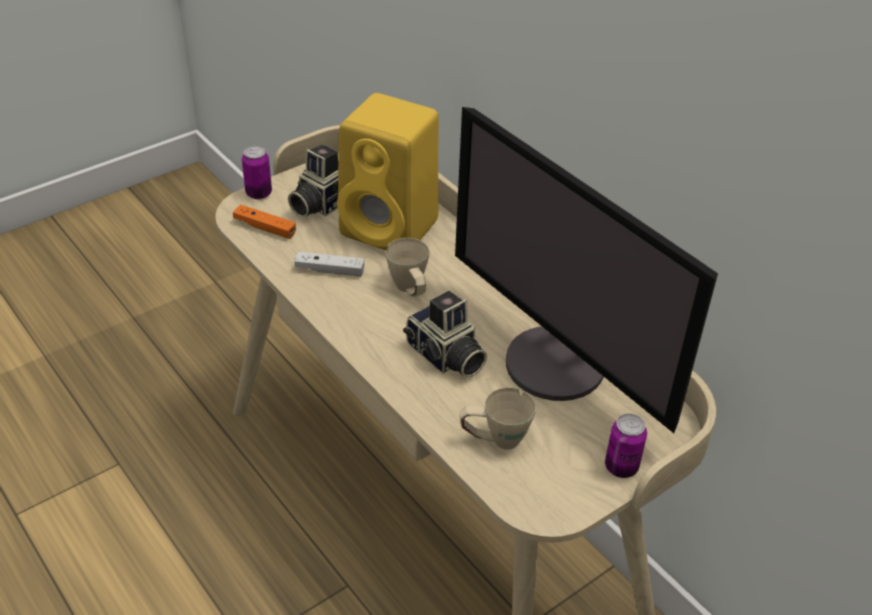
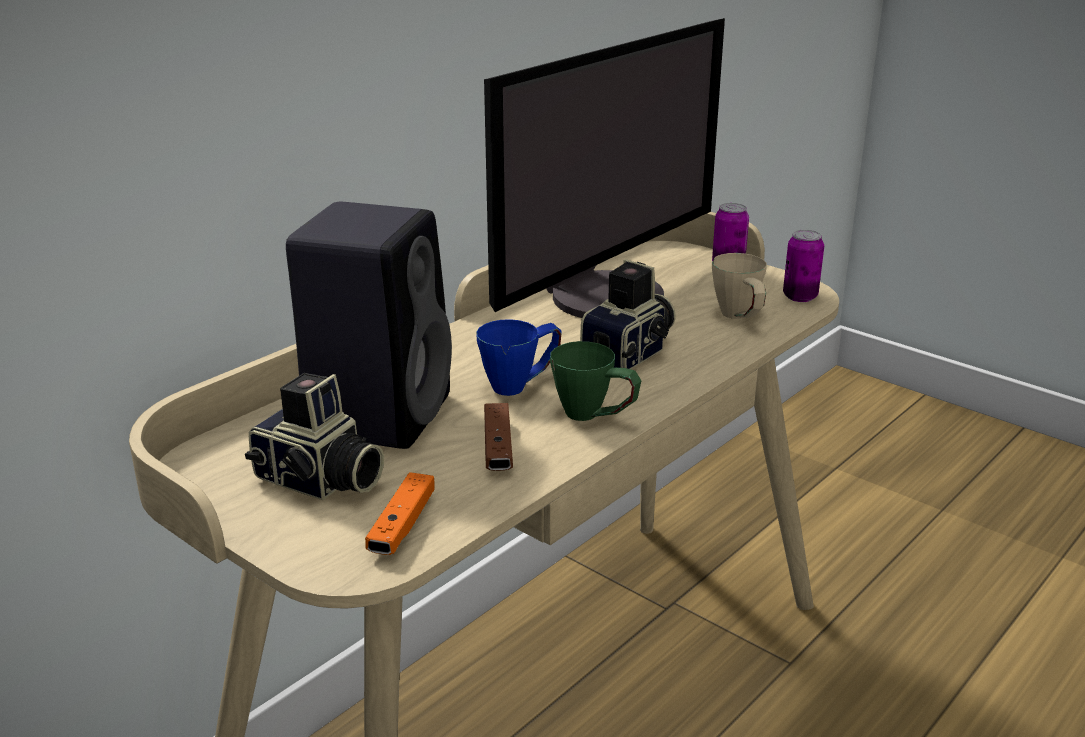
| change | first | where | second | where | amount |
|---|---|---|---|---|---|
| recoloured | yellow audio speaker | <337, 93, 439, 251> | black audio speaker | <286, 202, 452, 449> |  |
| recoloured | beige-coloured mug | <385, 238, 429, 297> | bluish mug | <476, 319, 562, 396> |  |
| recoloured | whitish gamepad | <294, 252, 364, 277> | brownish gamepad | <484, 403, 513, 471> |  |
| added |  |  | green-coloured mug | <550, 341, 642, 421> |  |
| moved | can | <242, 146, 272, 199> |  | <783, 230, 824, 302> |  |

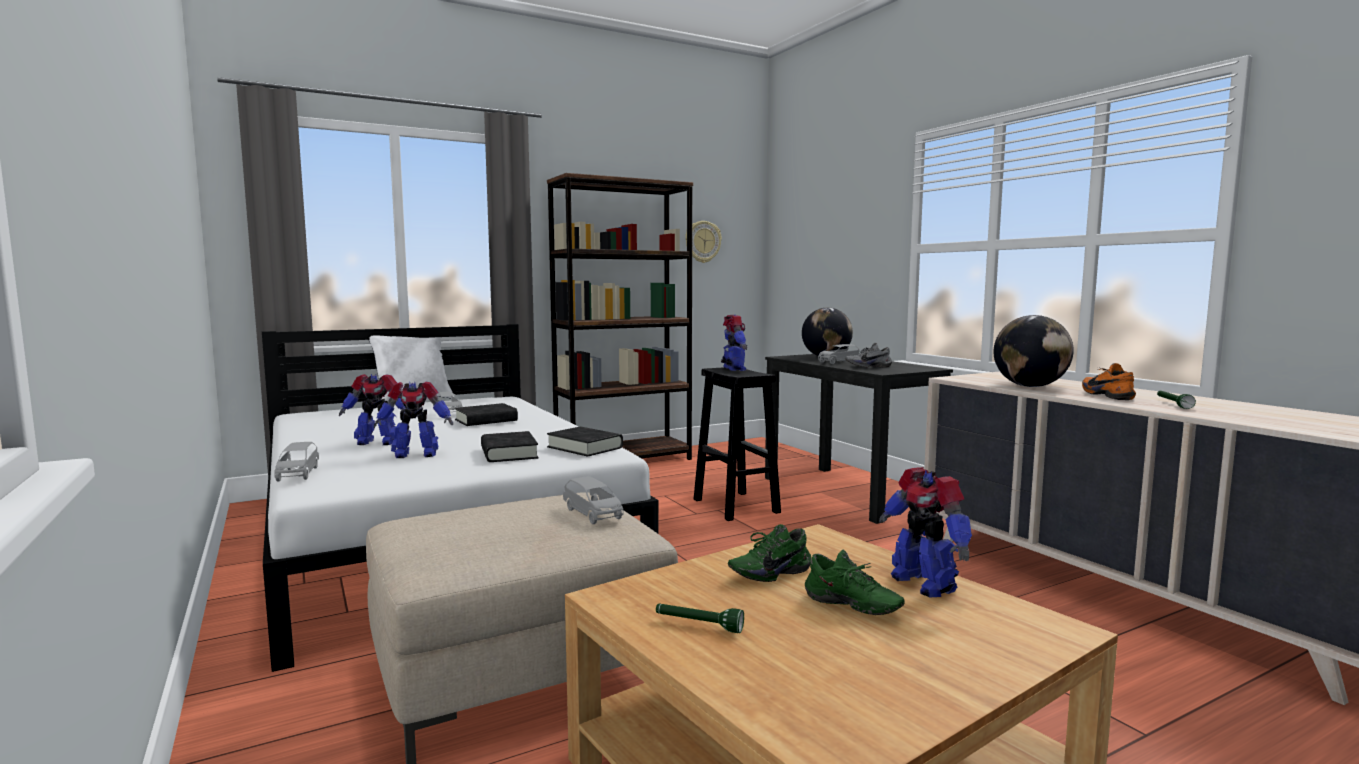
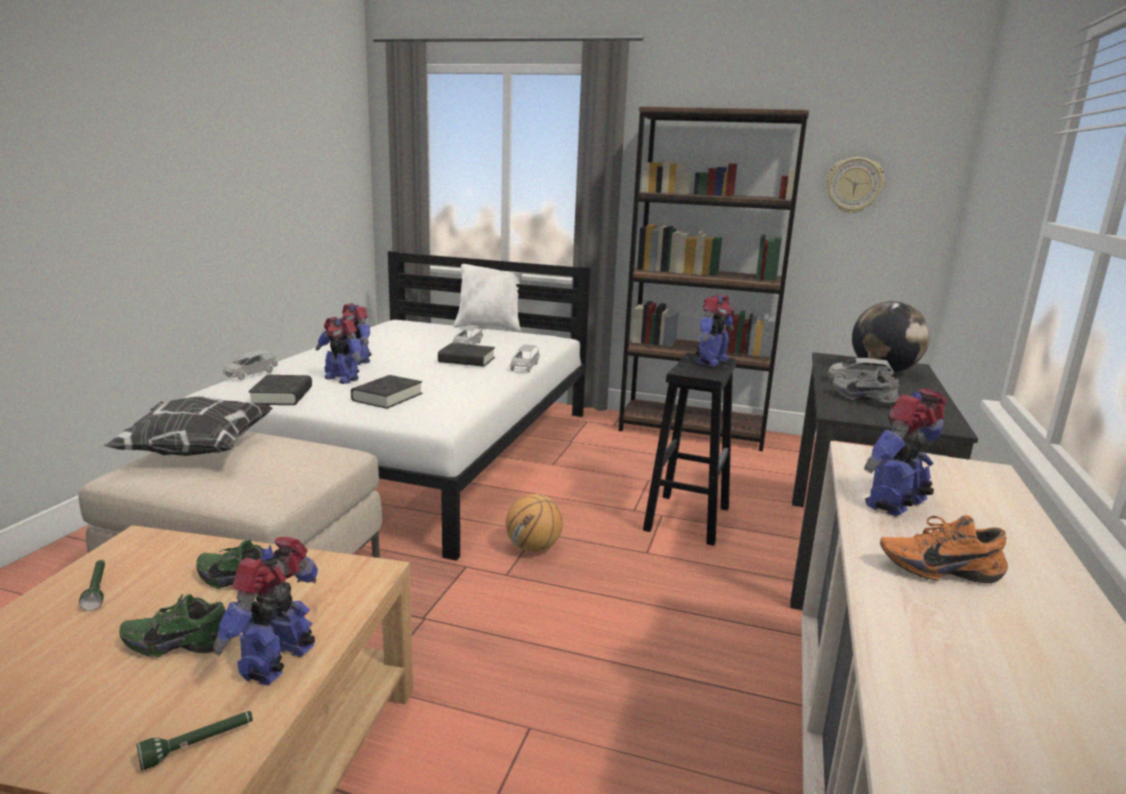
| change | first | where | second | where | amount |
|---|---|---|---|---|---|
| added |  |  | pillow | <103, 396, 273, 456> |  |
| turned | green-coloured low shoe | <805, 550, 905, 615> |  | <120, 594, 231, 657> | 90 degrees clockwise |
| moved | green-coloured torch | <1157, 391, 1196, 409> |  | <136, 711, 253, 771> |  |
| moved | black book | <547, 426, 623, 457> |  | <248, 375, 312, 405> |  |
| added |  |  | basketball ball | <506, 494, 563, 552> |  |
| moved | grey toy car | <563, 476, 624, 524> |  | <510, 345, 540, 372> |  |
| replaced | world globe | <994, 315, 1074, 387> | robot figure | <864, 388, 947, 516> |  |
| turned | orange low shoe | <1082, 363, 1136, 400> |  | <880, 515, 1008, 583> | 120 degrees counterclockwise |

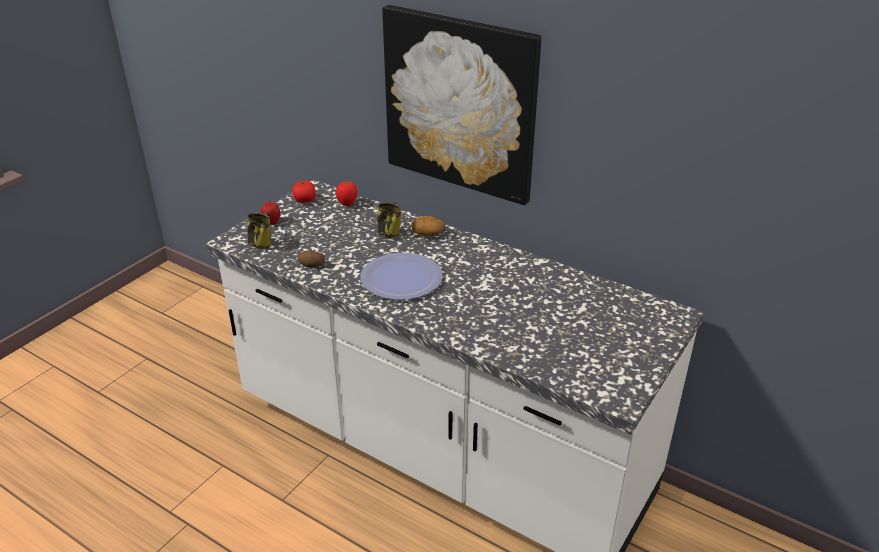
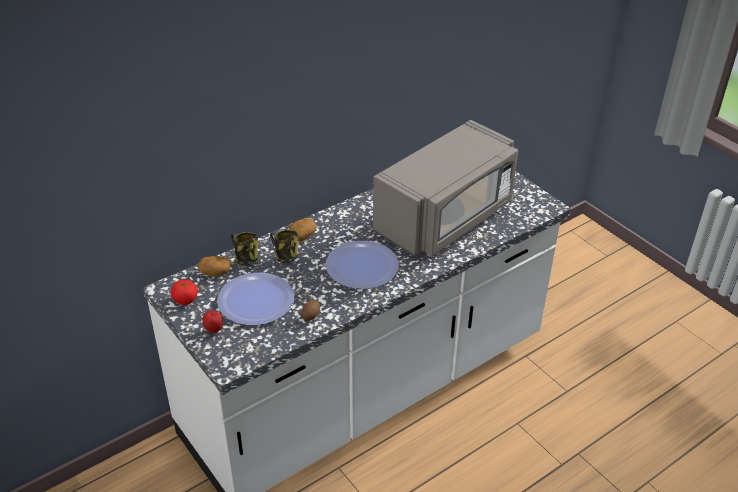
| change | first | where | second | where | amount |
|---|---|---|---|---|---|
| replaced | whole tomato | <336, 181, 357, 206> | spud | <198, 256, 231, 276> |  |
| added |  |  | dinner plate | <217, 273, 294, 325> |  |
| moved | mug | <247, 213, 271, 249> |  | <231, 232, 258, 265> |  |
| added |  |  | grey kitchen microwave | <373, 120, 518, 256> |  |
| removed | wall picture | <382, 5, 542, 205> |  |  |  |

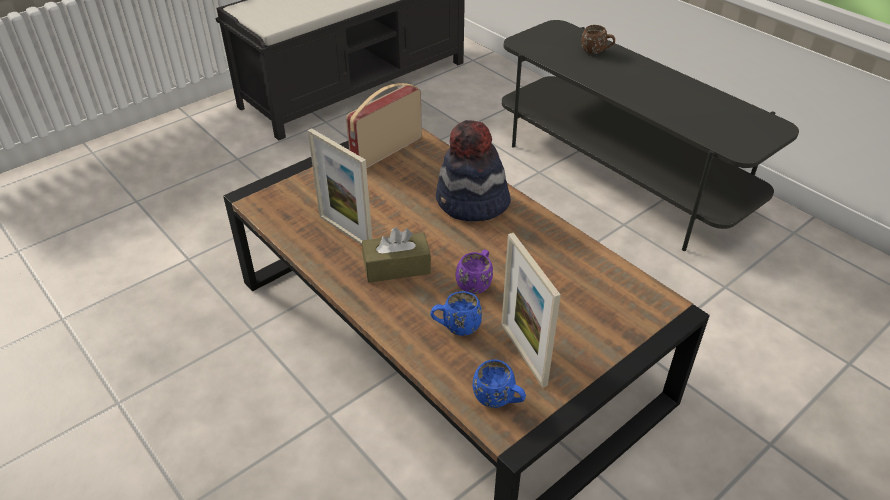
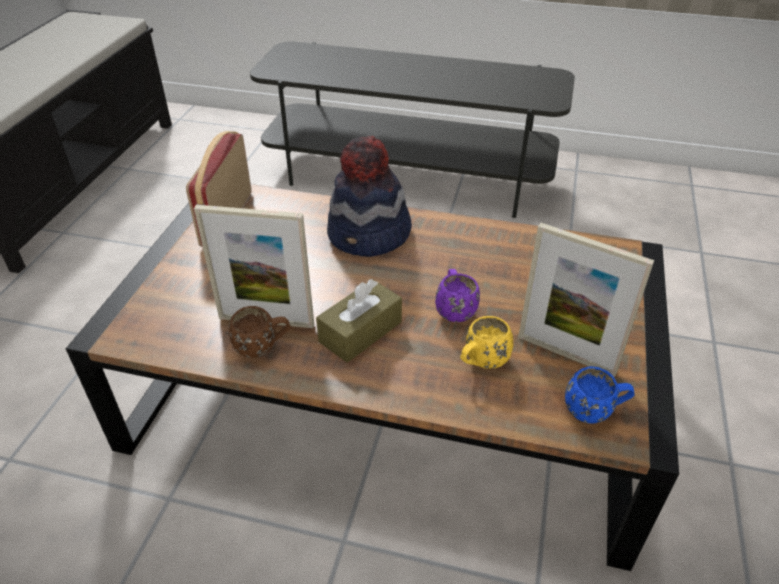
| change | first | where | second | where | amount |
|---|---|---|---|---|---|
| moved | brownish mug | <581, 25, 615, 54> |  | <229, 306, 290, 358> |  |
| recoloured | bluish mug | <430, 291, 482, 336> | yellow mug | <460, 316, 513, 369> |  |

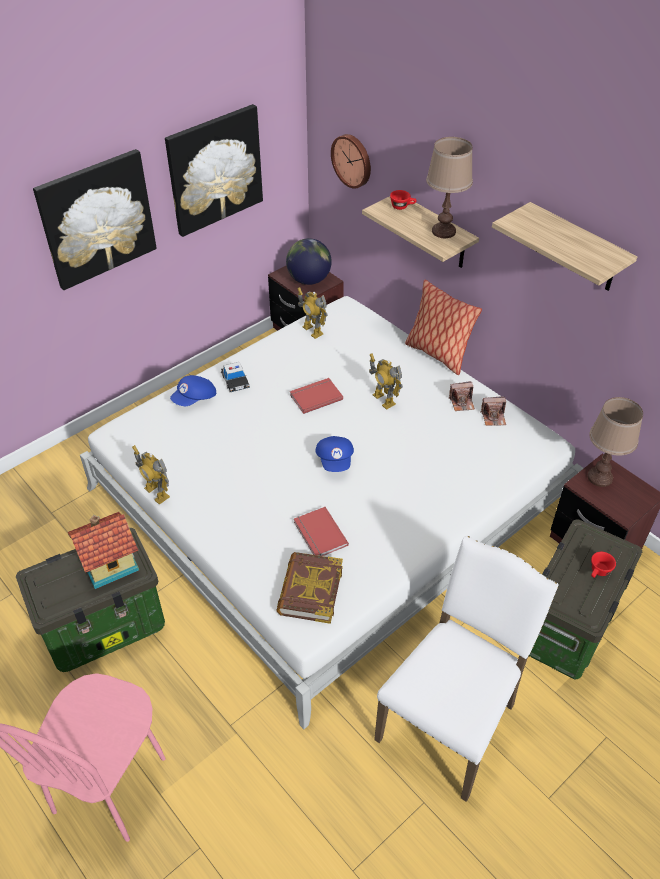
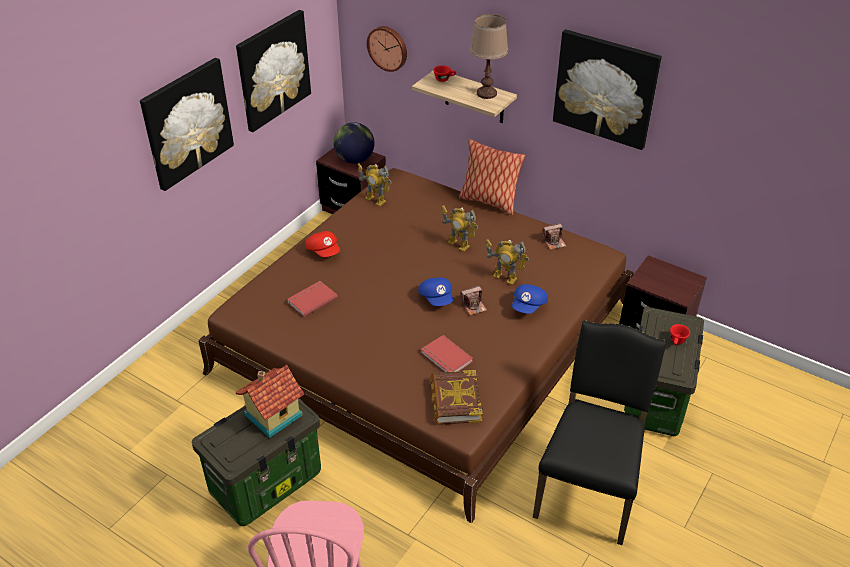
| change | first | where | second | where | amount |
|---|---|---|---|---|---|
| recoloured | whitish bed | <80, 296, 584, 729> | brownish bed | <198, 168, 634, 523> |  |
| moved | reddish book | <290, 378, 343, 414> |  | <287, 281, 338, 317> |  |
| replaced | toy car | <221, 362, 250, 392> | reddish baseball cap | <305, 231, 340, 257> |  |
| moved | still camera | <449, 381, 475, 411> |  | <461, 285, 487, 315> |  |
| moved | robot figure | <132, 445, 170, 505> |  | <486, 239, 529, 285> |  |
| moved | bluish baseball cap | <170, 375, 216, 406> |  | <512, 284, 548, 314> |  |
| recoloured | whitish plain chair | <374, 536, 559, 802> | black plain chair | <533, 320, 666, 545> |  |
| replaced | bracket shelf | <492, 202, 637, 291> | wall picture | <553, 29, 662, 150> |  |
| removed | brownish tabletop lamp | <587, 397, 643, 487> |  |  |  |

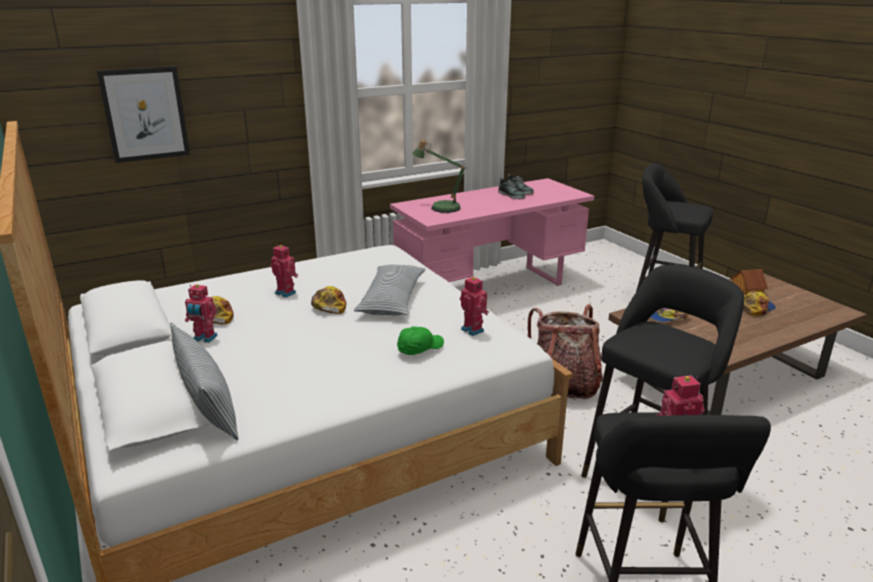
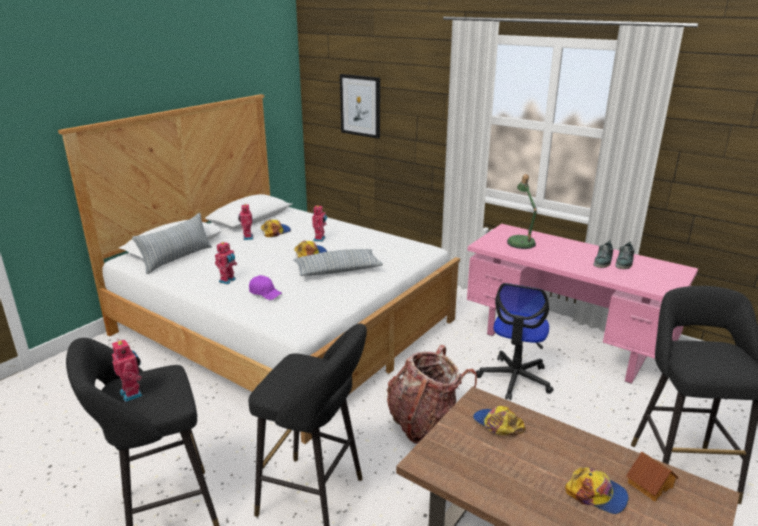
| change | first | where | second | where | amount |
|---|---|---|---|---|---|
| moved | robot figure | <460, 276, 489, 336> |  | <215, 241, 237, 284> |  |
| recoloured | green-coloured baseball cap | <397, 326, 444, 355> | purple-coloured baseball cap | <249, 275, 282, 300> |  |
| added |  |  | office chair | <476, 283, 554, 400> |  |

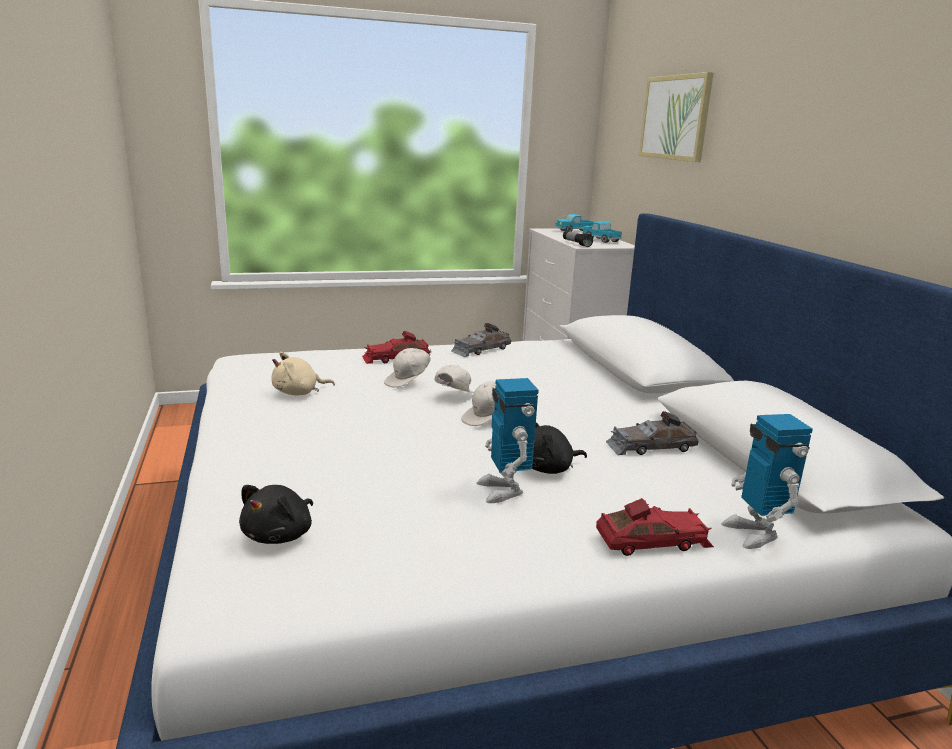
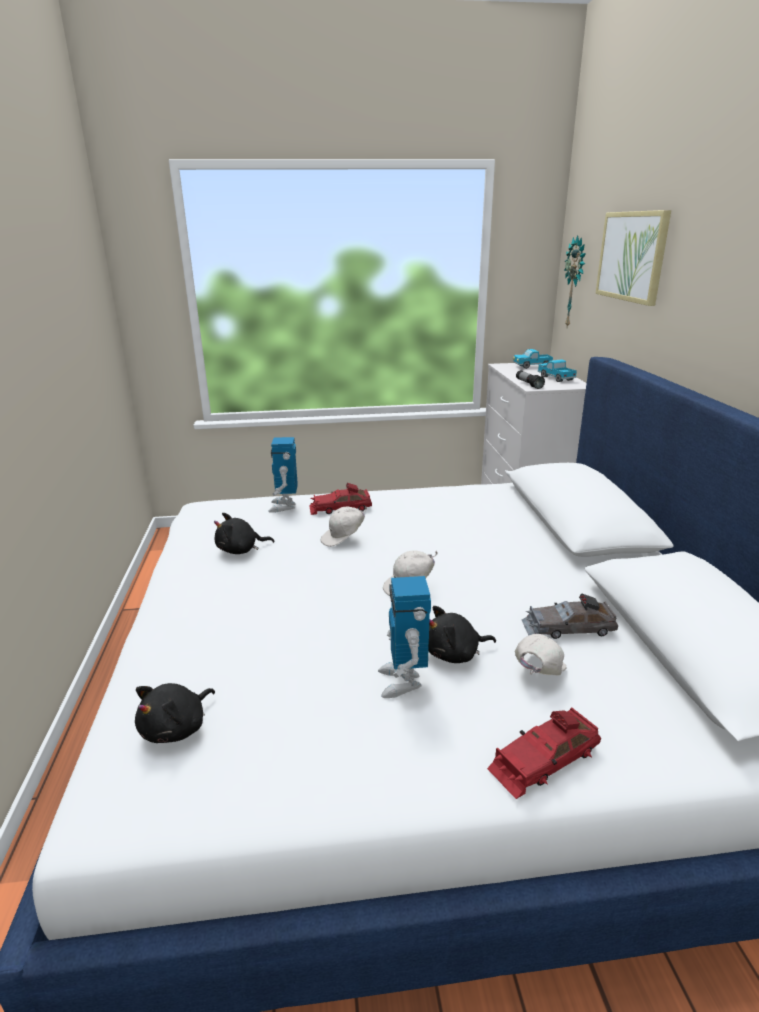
| change | first | where | second | where | amount |
|---|---|---|---|---|---|
| recoloured | beige-coloured plush toy | <271, 352, 335, 396> | black plush toy | <214, 513, 274, 554> |  |
| moved | robot figure | <721, 414, 813, 549> |  | <268, 437, 298, 513> |  |
| turned | reddish toy car | <596, 498, 714, 556> |  | <487, 707, 601, 799> | 150 degrees clockwise |
| moved | whitish baseball cap | <435, 365, 474, 393> |  | <514, 634, 567, 675> |  |
| added |  |  | clock on the wall | <564, 235, 586, 327> |  |
| removed | grey toy car | <451, 323, 511, 357> |  |  |  |

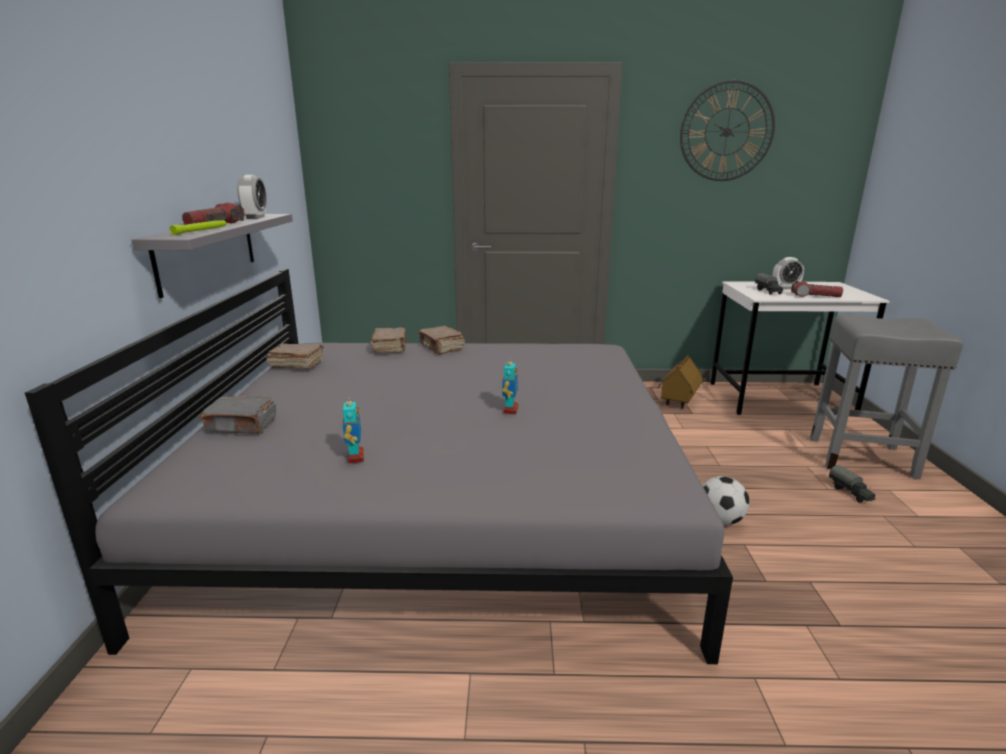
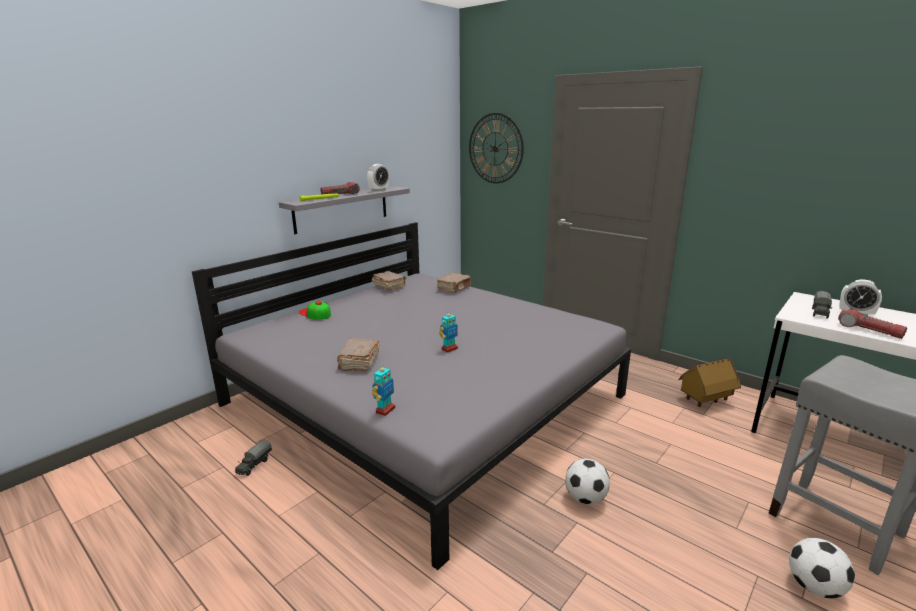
| change | first | where | second | where | amount |
|---|---|---|---|---|---|
| moved | toy lorry | <829, 465, 876, 503> |  | <235, 439, 272, 476> |  |
| replaced | grey book | <199, 396, 276, 434> | baseball cap | <298, 301, 331, 320> |  |
| moved | brownish book | <418, 326, 465, 354> |  | <337, 338, 380, 372> |  |
| moved | robot figure | <342, 395, 364, 463> |  | <372, 364, 395, 416> |  |
| moved | clock on the wall | <680, 80, 775, 181> |  | <469, 113, 524, 183> |  |
| added |  |  | ball for football | <789, 538, 855, 598> |  |

